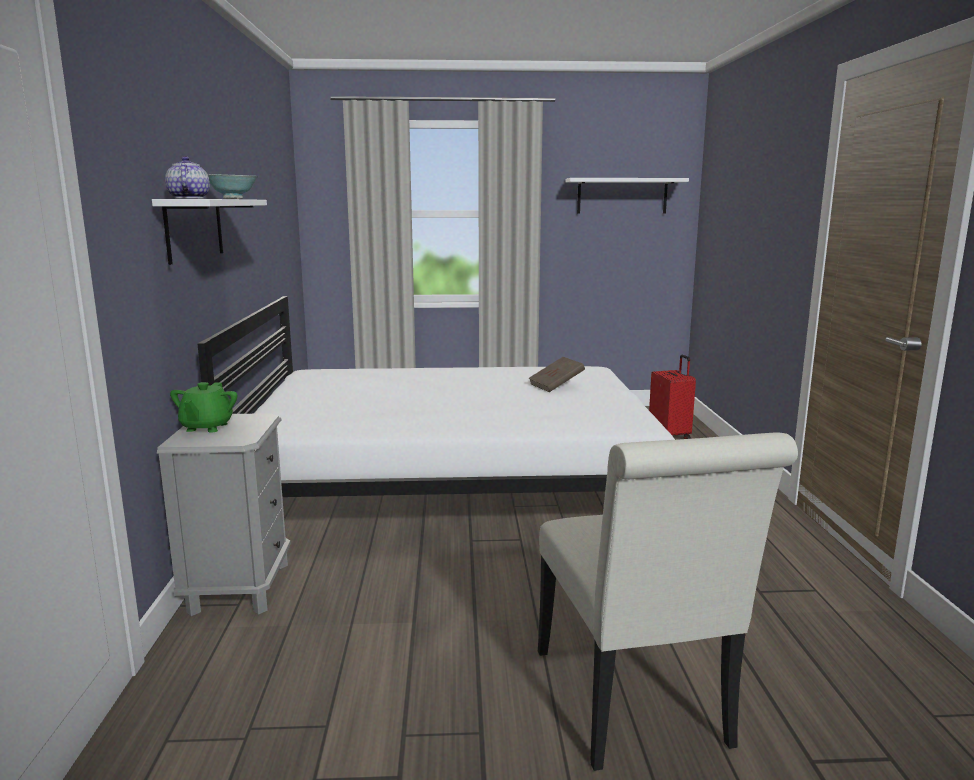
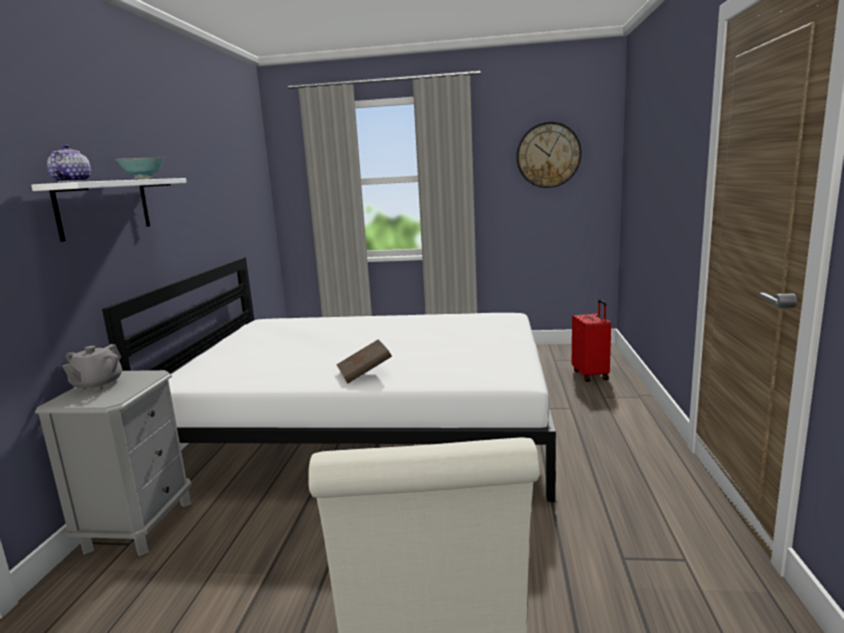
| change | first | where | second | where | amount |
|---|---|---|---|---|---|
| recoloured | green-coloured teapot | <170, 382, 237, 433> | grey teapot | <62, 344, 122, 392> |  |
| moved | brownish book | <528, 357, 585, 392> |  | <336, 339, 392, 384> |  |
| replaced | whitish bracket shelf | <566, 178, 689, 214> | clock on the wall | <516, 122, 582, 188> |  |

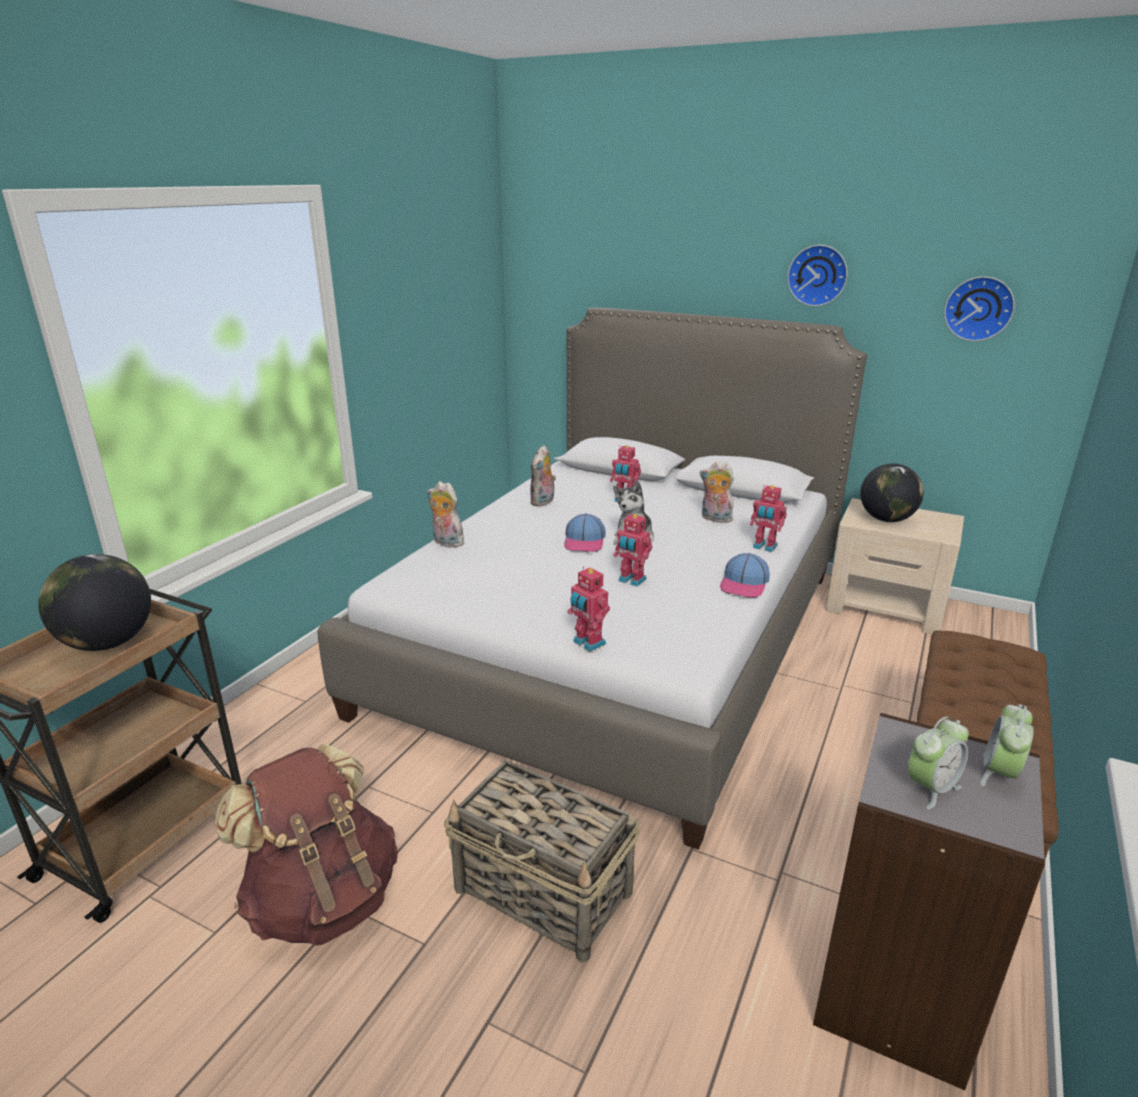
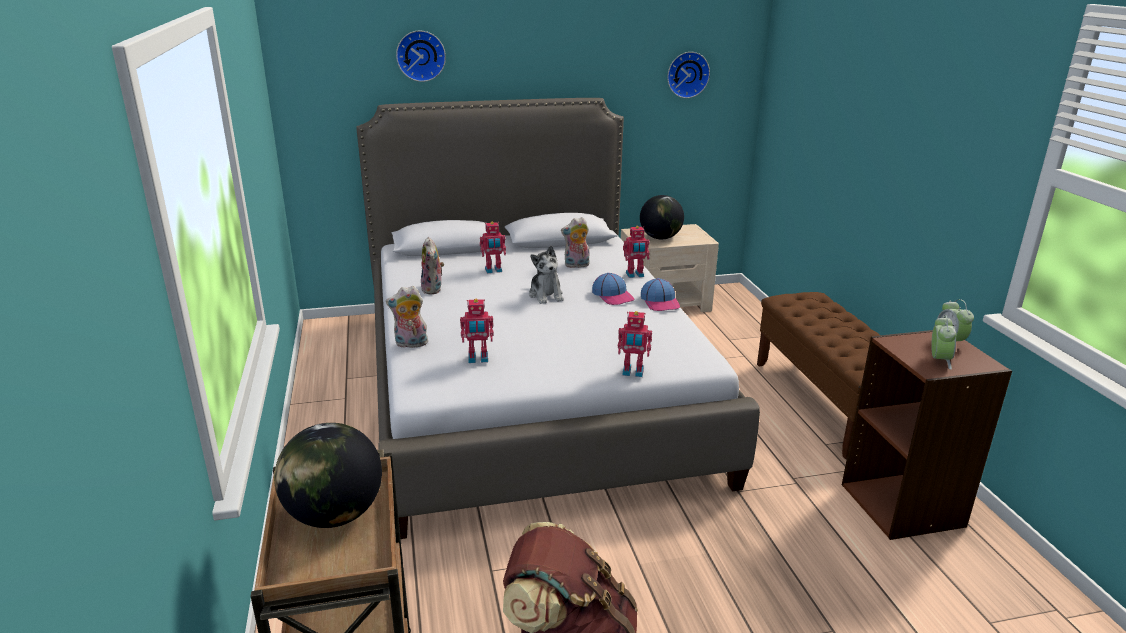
| change | first | where | second | where | amount |
|---|---|---|---|---|---|
| moved | clock on the wall | <787, 245, 848, 306> |  | <396, 30, 446, 82> |  |
| moved | robot figure | <614, 513, 653, 586> |  | <460, 299, 494, 363> |  |
| moved | baseball cap | <564, 513, 606, 552> |  | <592, 273, 634, 305> |  |
| recoloured | grey bookshelf | <813, 713, 1045, 1090> | brownish bookshelf | <842, 330, 1012, 540> |  |
| removed | storage basket | <444, 760, 639, 963> |  |  |  |

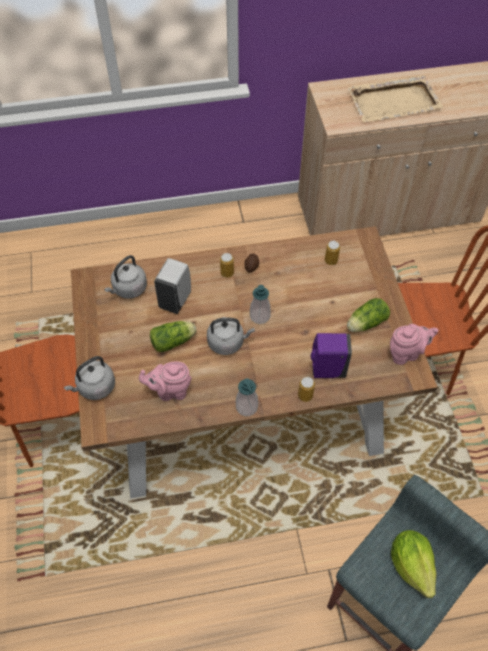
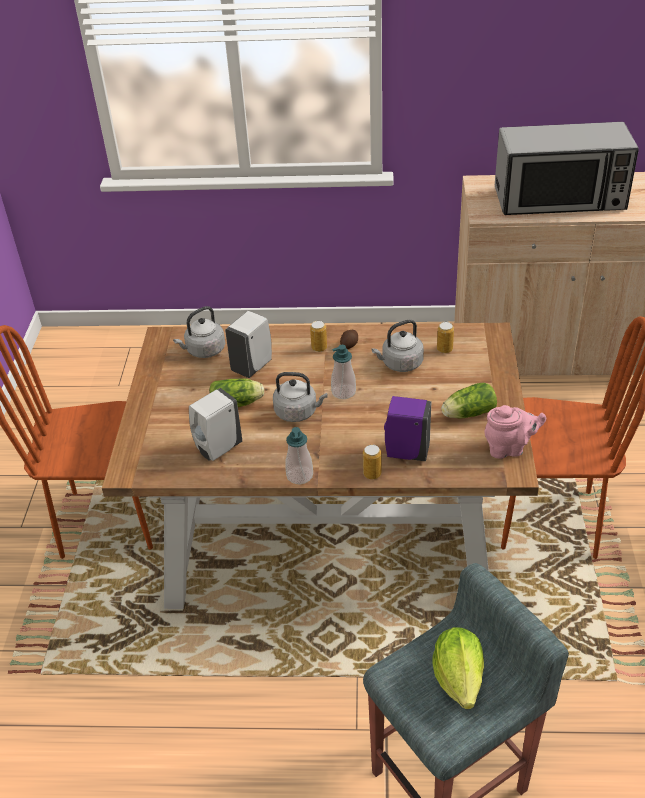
| change | first | where | second | where | amount |
|---|---|---|---|---|---|
| replaced | pink teapot | <139, 362, 192, 401> | whitish soap bottle | <189, 388, 242, 461> |  |
| moved | grey tea kettle | <64, 356, 115, 400> |  | <371, 320, 424, 372> |  |
| replaced | beige-coloured tray | <348, 75, 443, 123> | kitchen microwave | <495, 122, 639, 215> |  |

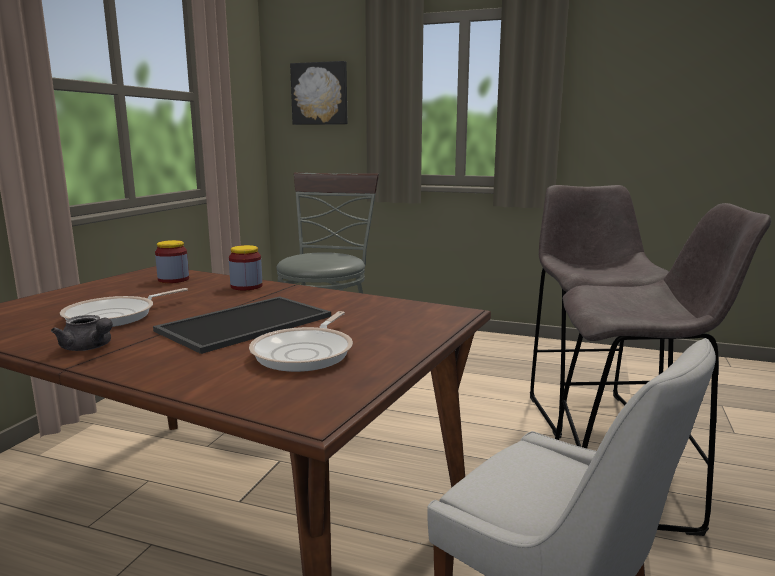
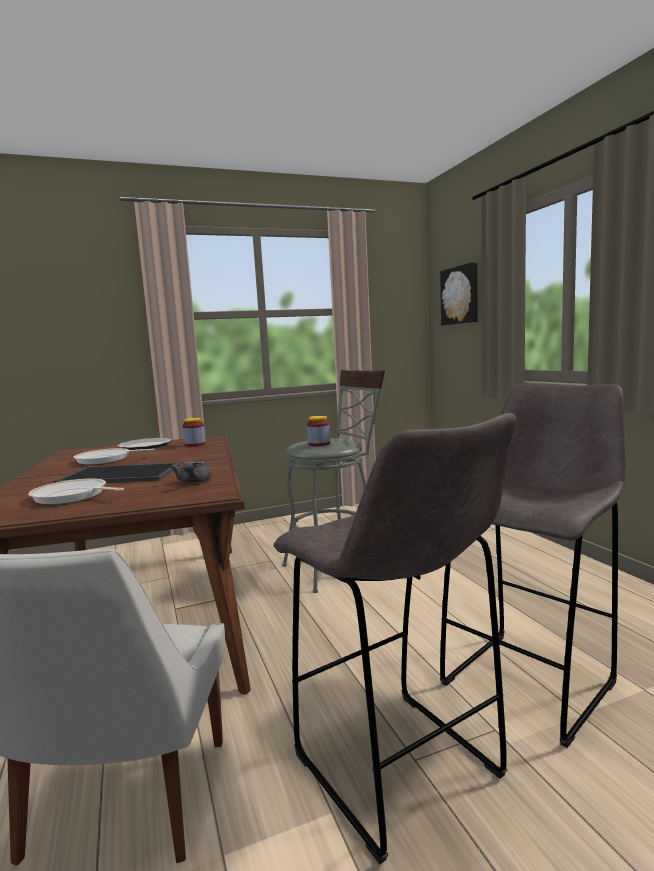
| change | first | where | second | where | amount |
|---|---|---|---|---|---|
| turned | skillet | <249, 311, 353, 372> |  | <28, 478, 124, 505> | 45 degrees clockwise |
| added |  |  | dinner plate | <117, 438, 172, 450> |  |
| moved | grey teapot | <51, 315, 113, 351> |  | <171, 461, 211, 484> |  |
| moved | jar | <229, 245, 262, 290> |  | <307, 416, 330, 446> |  |

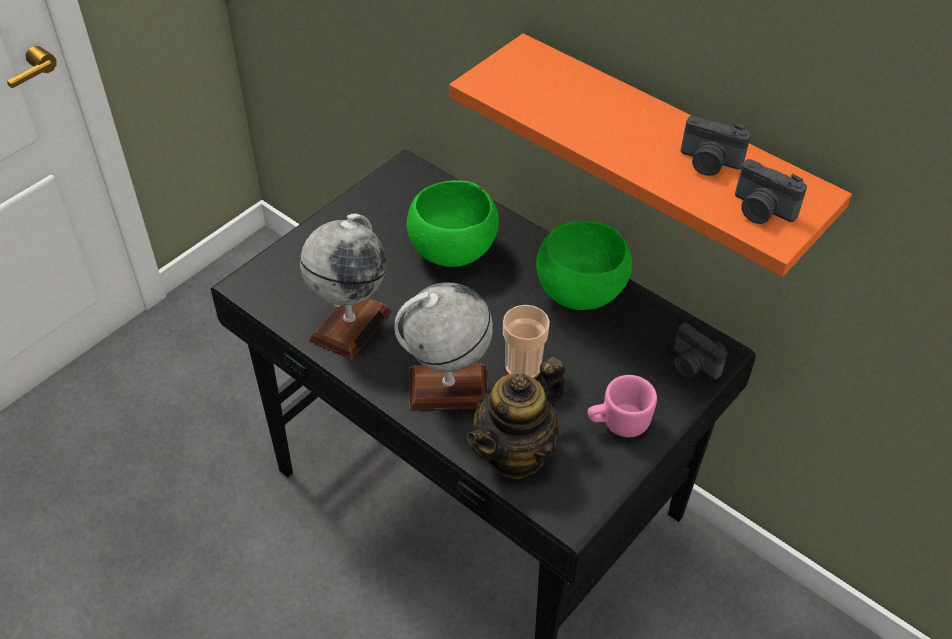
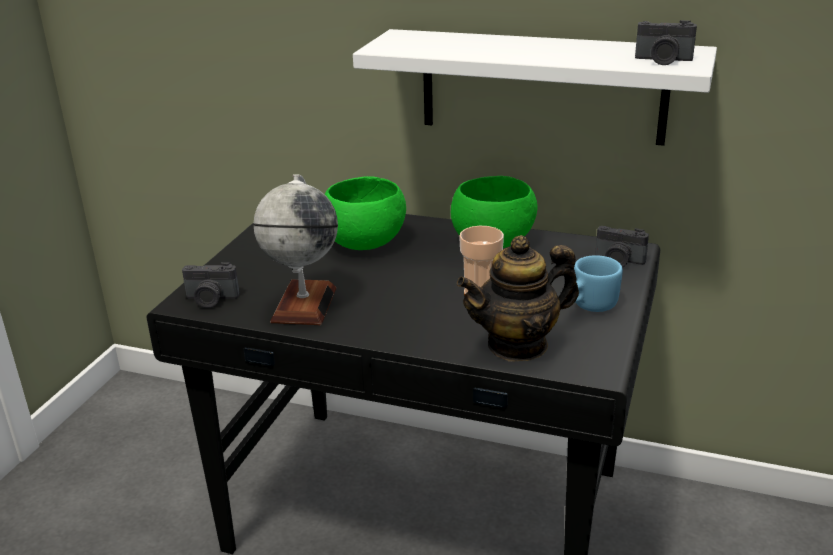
| change | first | where | second | where | amount |
|---|---|---|---|---|---|
| moved | still camera | <681, 116, 751, 176> |  | <182, 262, 239, 308> |  |
| recoloured | orange bracket shelf | <449, 33, 852, 277> | whitish bracket shelf | <353, 29, 717, 146> |  |
| turned | teapot | <467, 357, 565, 479> |  | <457, 235, 579, 361> | 45 degrees clockwise |
| recoloured | pink mug | <587, 375, 657, 437> | bluish mug | <574, 255, 623, 312> |  |
| removed | world globe | <395, 282, 493, 411> |  |  |  |

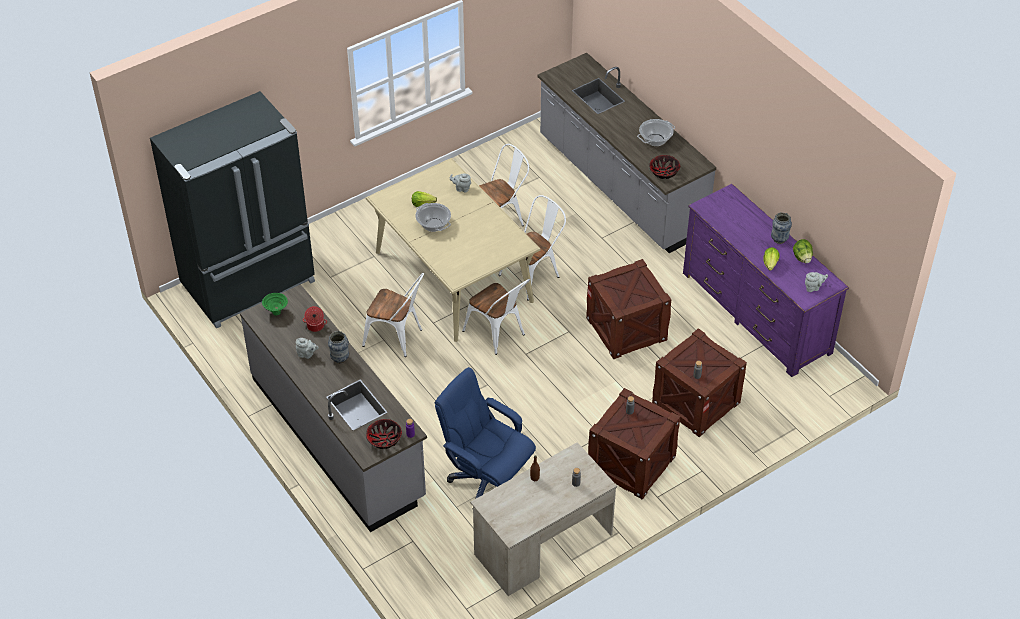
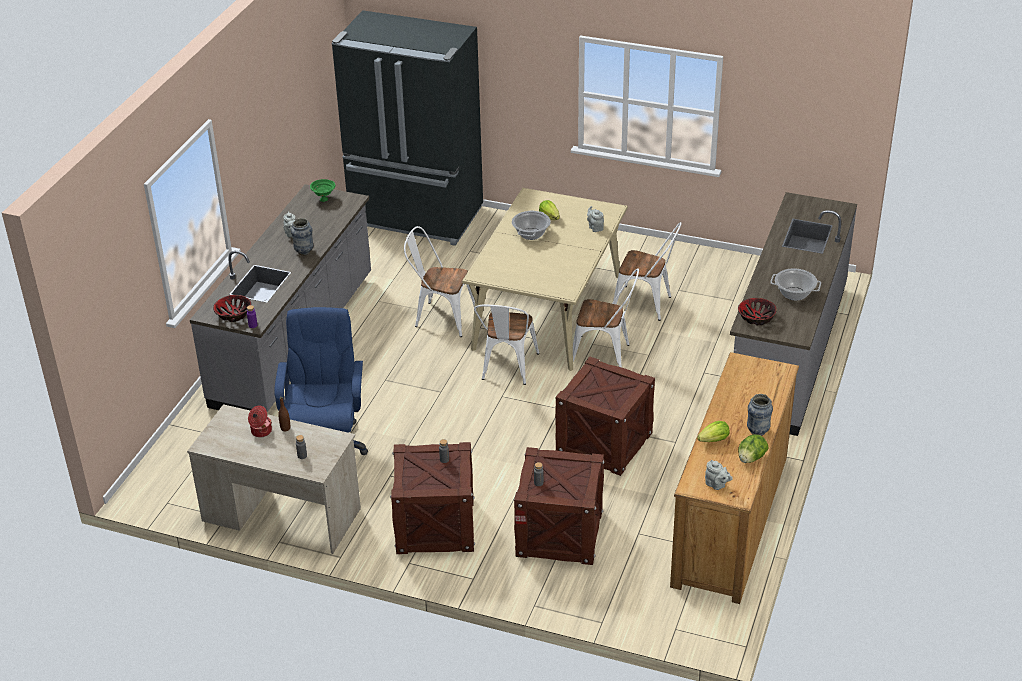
| change | first | where | second | where | amount |
|---|---|---|---|---|---|
| moved | saucepot | <303, 306, 327, 332> |  | <248, 405, 272, 437> |  |
| turned | whitish plain chair | <362, 273, 424, 357> |  | <404, 226, 475, 337> | 120 degrees clockwise |
| recoloured | purple-coloured dresser | <683, 184, 849, 377> | brownish dresser | <670, 352, 799, 604> |  |

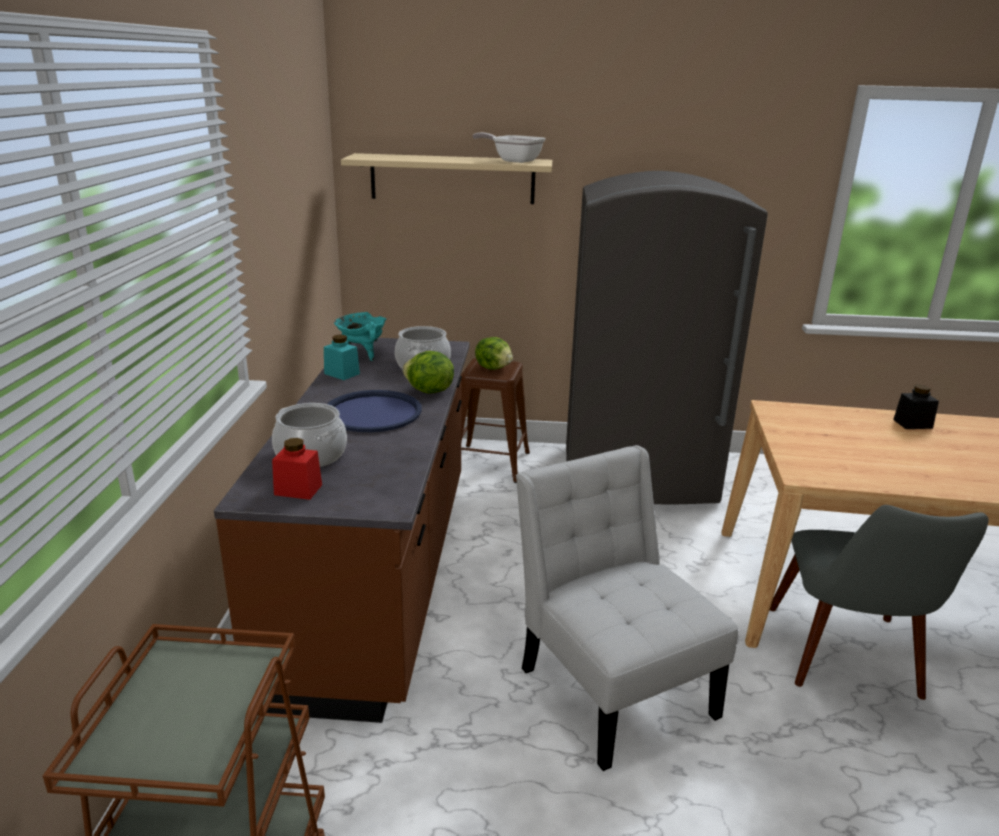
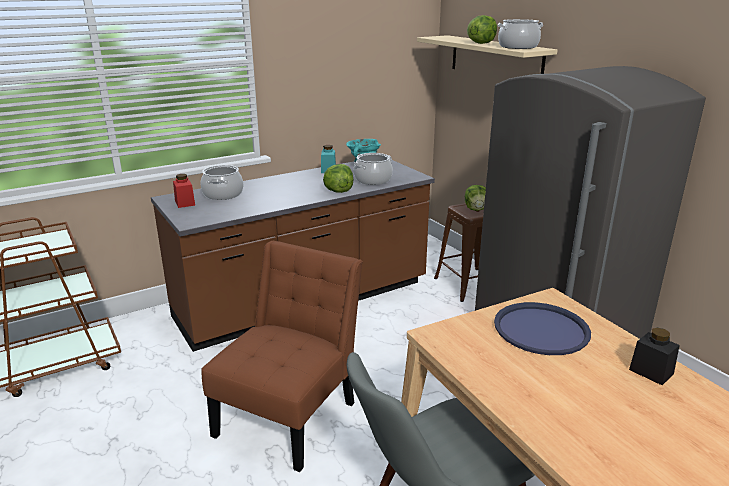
| change | first | where | second | where | amount |
|---|---|---|---|---|---|
| recoloured | whitish plain chair | <516, 445, 738, 771> | brownish plain chair | <201, 241, 363, 472> |  |
| added |  |  | lettuce head | <467, 15, 497, 44> |  |
| moved | bluish tray | <327, 390, 422, 432> |  | <494, 302, 591, 355> |  |
| replaced | skillet | <472, 133, 546, 163> | saucepot | <497, 19, 543, 49> |  |

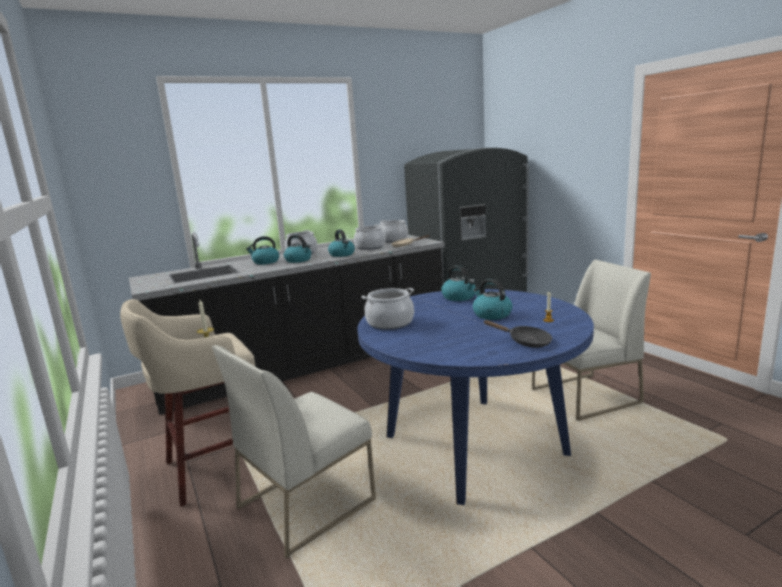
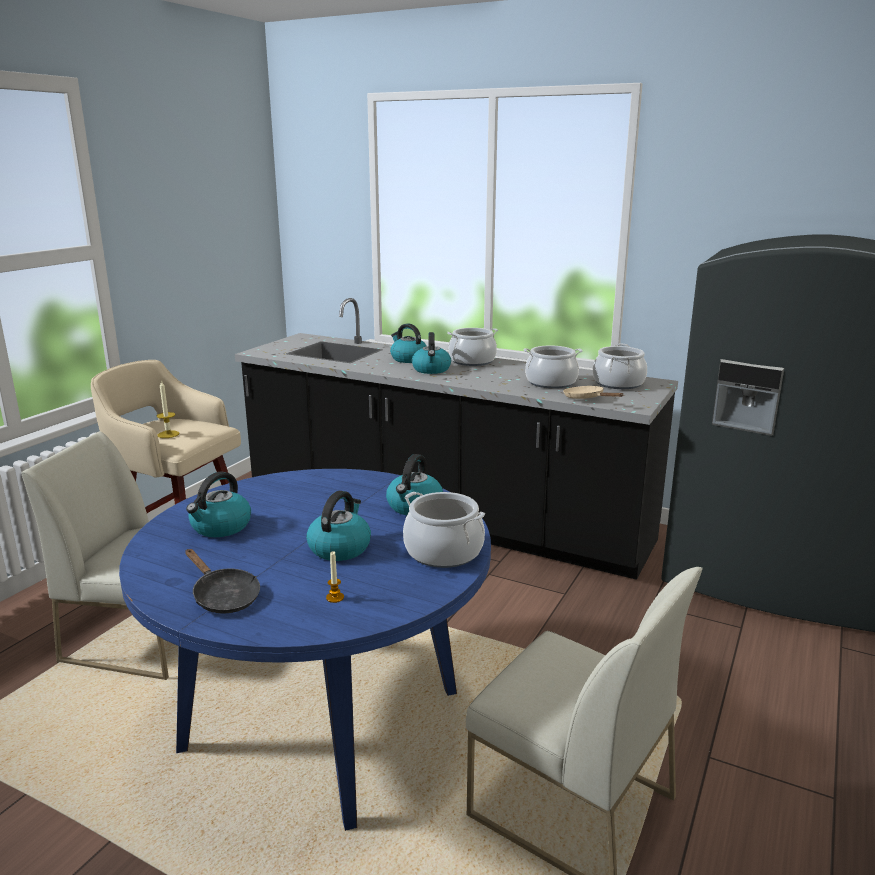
| change | first | where | second | where | amount |
|---|---|---|---|---|---|
| turned | black skillet | <483, 320, 552, 348> |  | <185, 549, 260, 613> | 45 degrees counterclockwise |
| moved | tea kettle | <328, 229, 355, 257> |  | <186, 471, 251, 537> |  |
| moved | saucepot | <362, 288, 414, 330> |  | <403, 492, 485, 568> |  |

